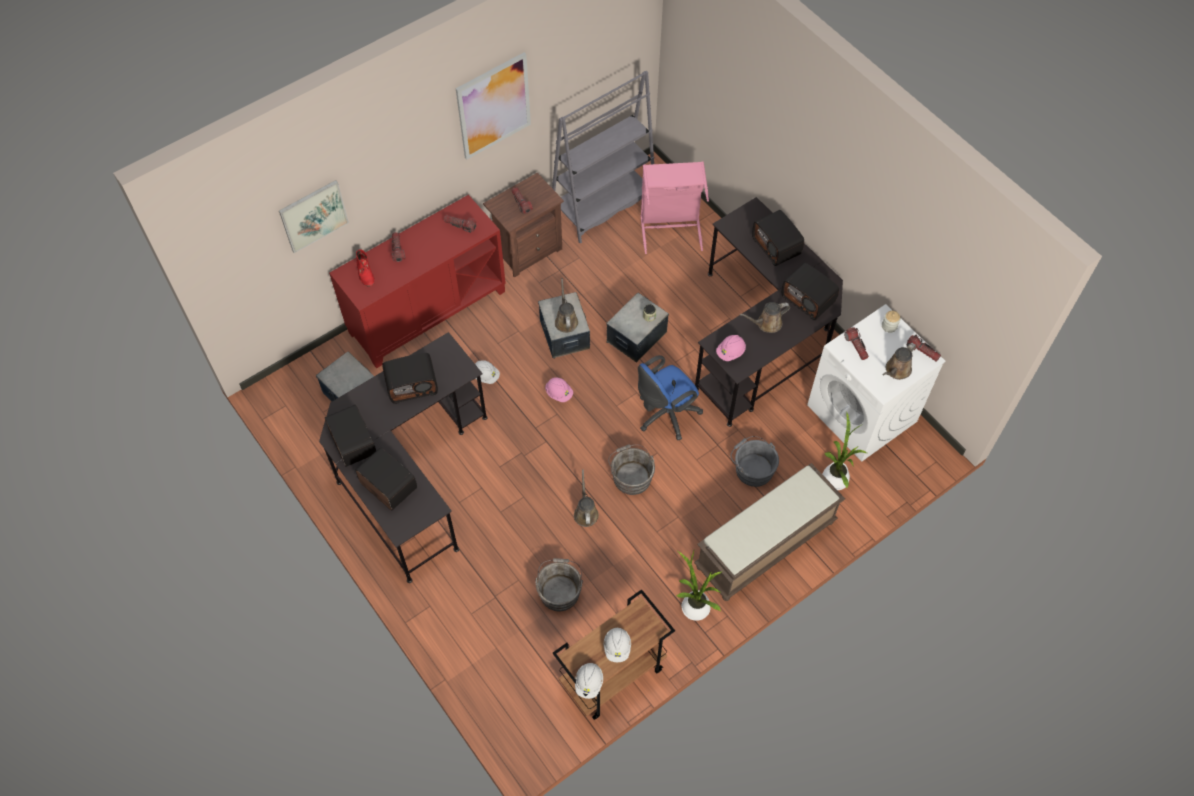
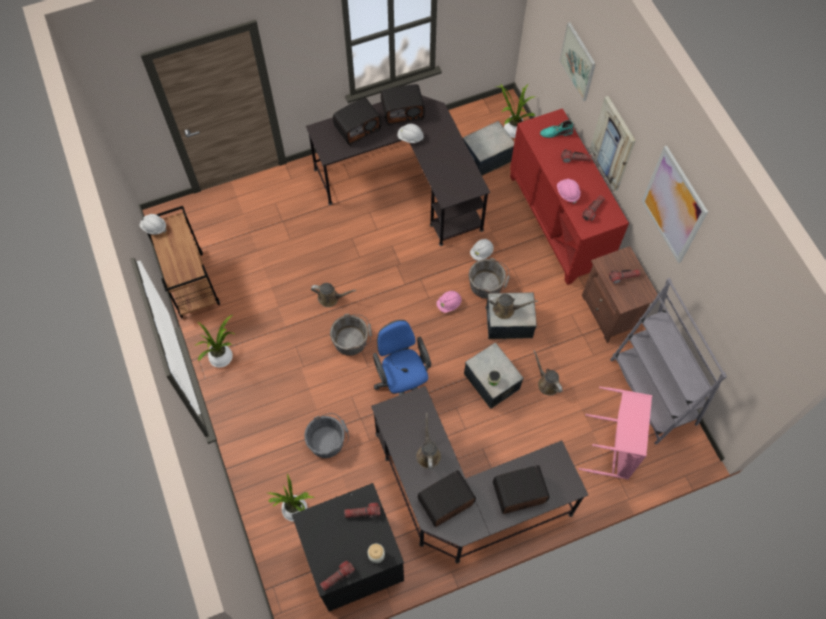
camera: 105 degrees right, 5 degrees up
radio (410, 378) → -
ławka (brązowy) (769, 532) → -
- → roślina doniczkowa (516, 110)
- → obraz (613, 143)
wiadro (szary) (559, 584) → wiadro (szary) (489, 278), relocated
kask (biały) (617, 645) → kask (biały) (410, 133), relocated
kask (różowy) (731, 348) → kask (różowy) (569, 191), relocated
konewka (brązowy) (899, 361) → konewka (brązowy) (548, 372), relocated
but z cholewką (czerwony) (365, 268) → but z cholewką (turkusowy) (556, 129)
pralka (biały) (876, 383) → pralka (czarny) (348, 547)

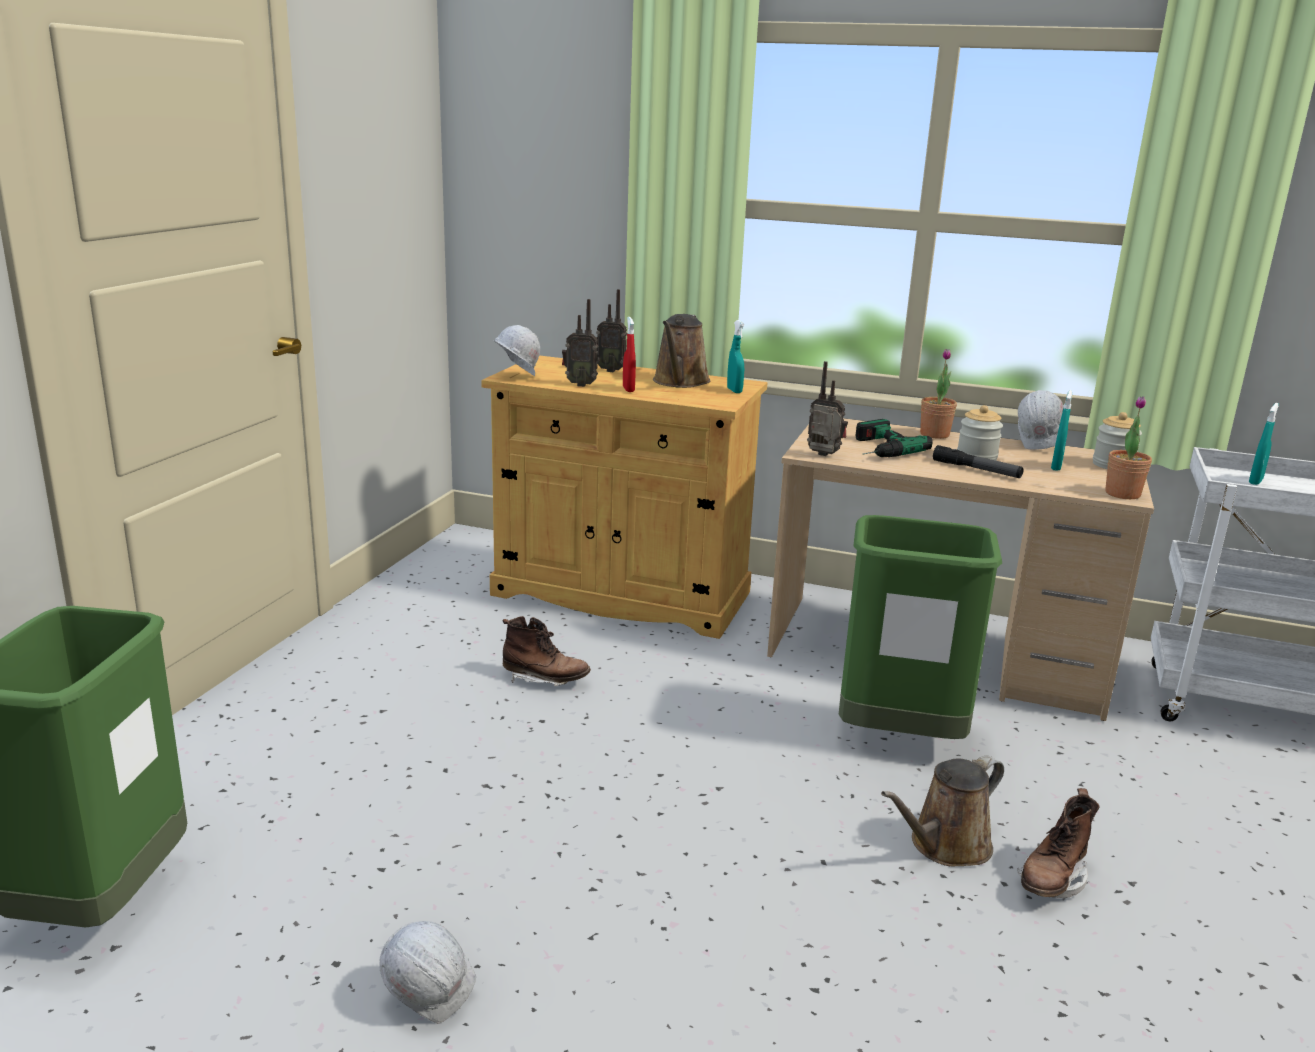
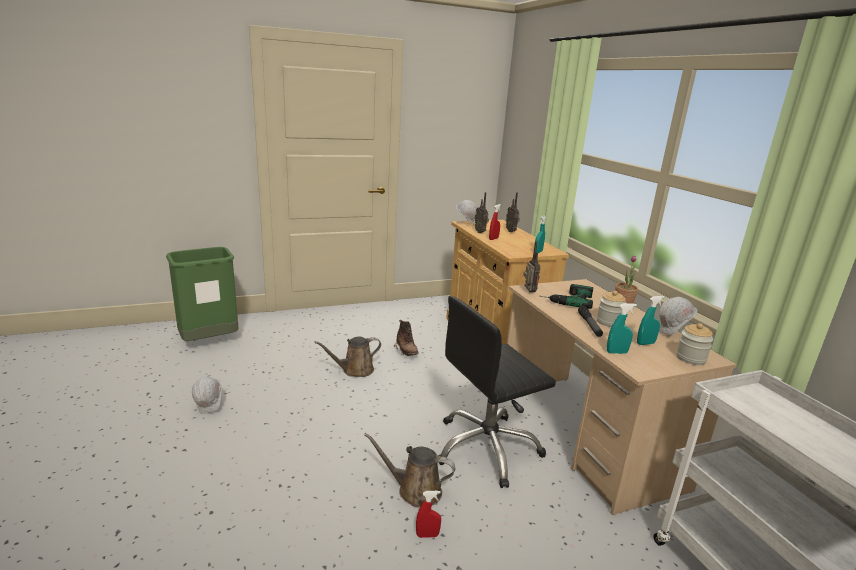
camera: 50 degrees right, 0 degrees up
roślina doniczkowa (1128, 447) → -
konewka (brązowy) (681, 351) → konewka (brązowy) (348, 357), relocated
spryskiwacz (turkusowy) (1264, 444) → spryskiwacz (turkusowy) (622, 328), relocated
kosz na śmieci (zielony) (920, 627) → krzesło biurowe (czarny) (497, 392)
but z cholewką (brązowy) (1058, 843) → spryskiwacz (czerwony) (428, 514)

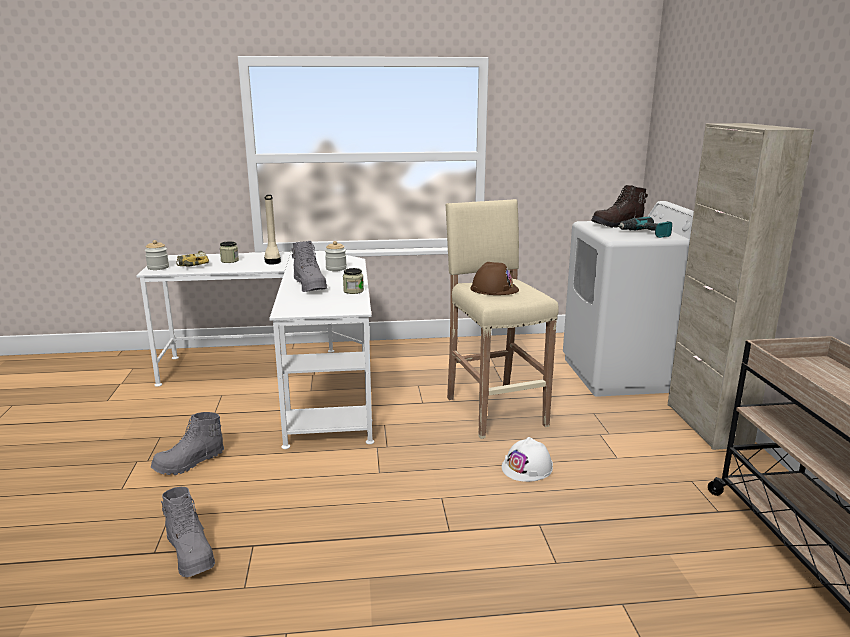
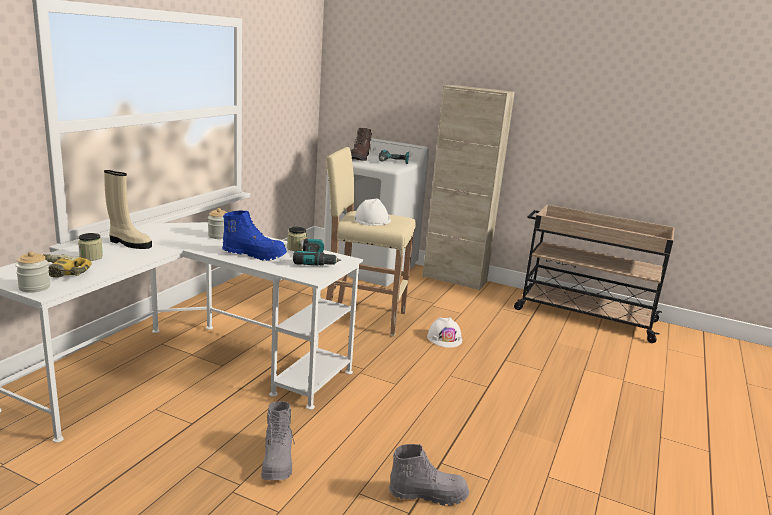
camera: 60 degrees left, 0 degrees up
- → wiertarka (317, 252)
but z cholewką (szary) (309, 266) → but z cholewką (niebieski) (254, 235)
kask (brązowy) (494, 278) → kask (biały) (372, 212)

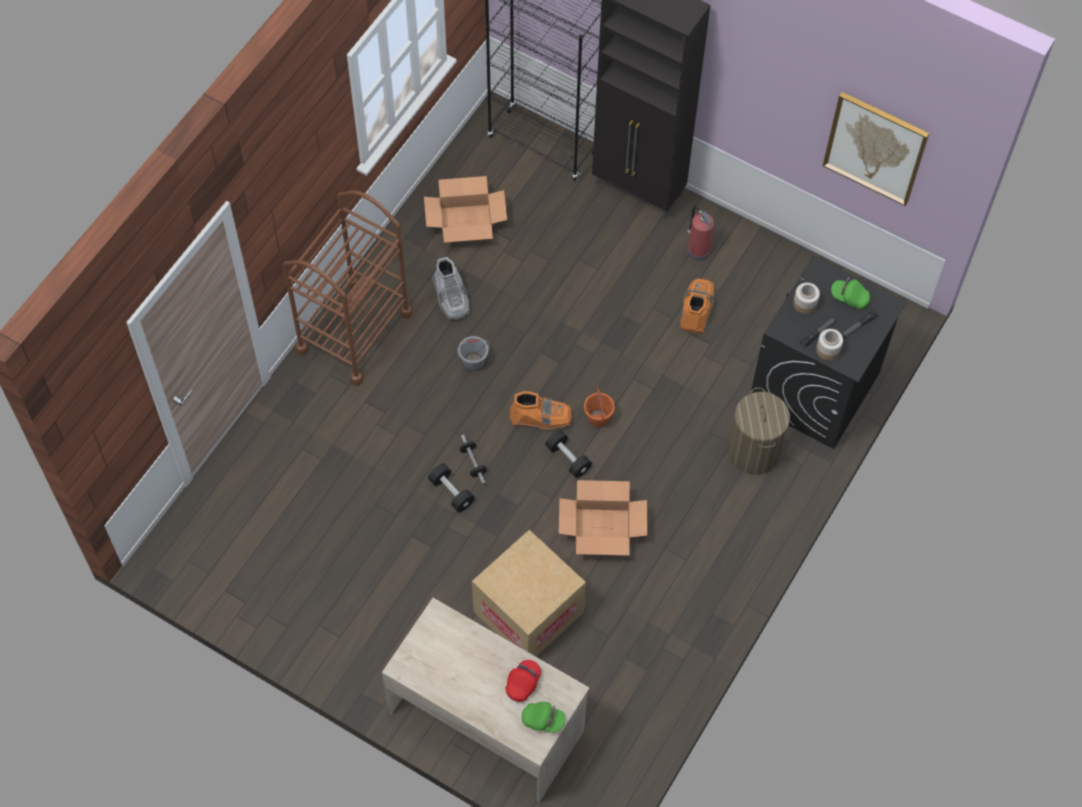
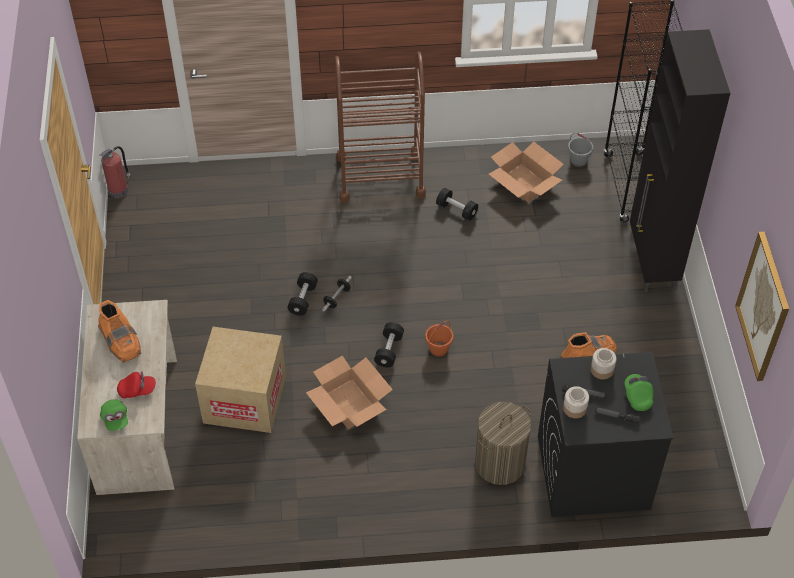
camera: 55 degrees right, 10 degrees down
wiadro (szary) (473, 353) → wiadro (szary) (580, 150), relocated
but z cholewką (pomarańczowy) (541, 410) → but z cholewką (pomarańczowy) (119, 331), relocated
gaśnica (701, 233) → gaśnica (114, 172), relocated
but z cholewką (szary) (450, 289) → hantel (czarny) (457, 204)

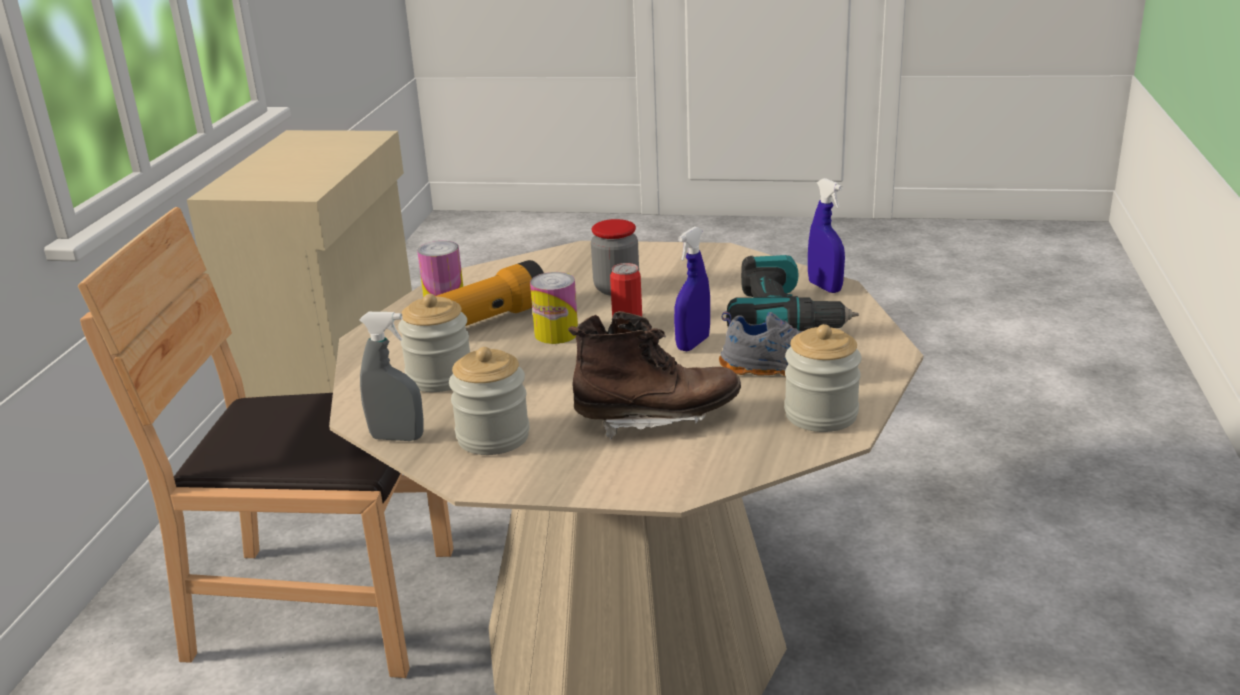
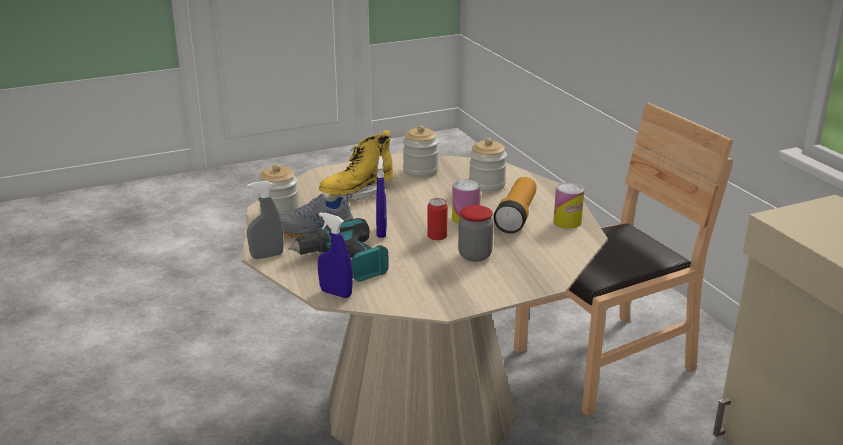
camera: 145 degrees right, 0 degrees up
spryskiwacz (szary) (391, 376) → spryskiwacz (szary) (265, 220), relocated
but z cholewką (brązowy) (654, 375) → but z cholewką (żółty) (356, 165)

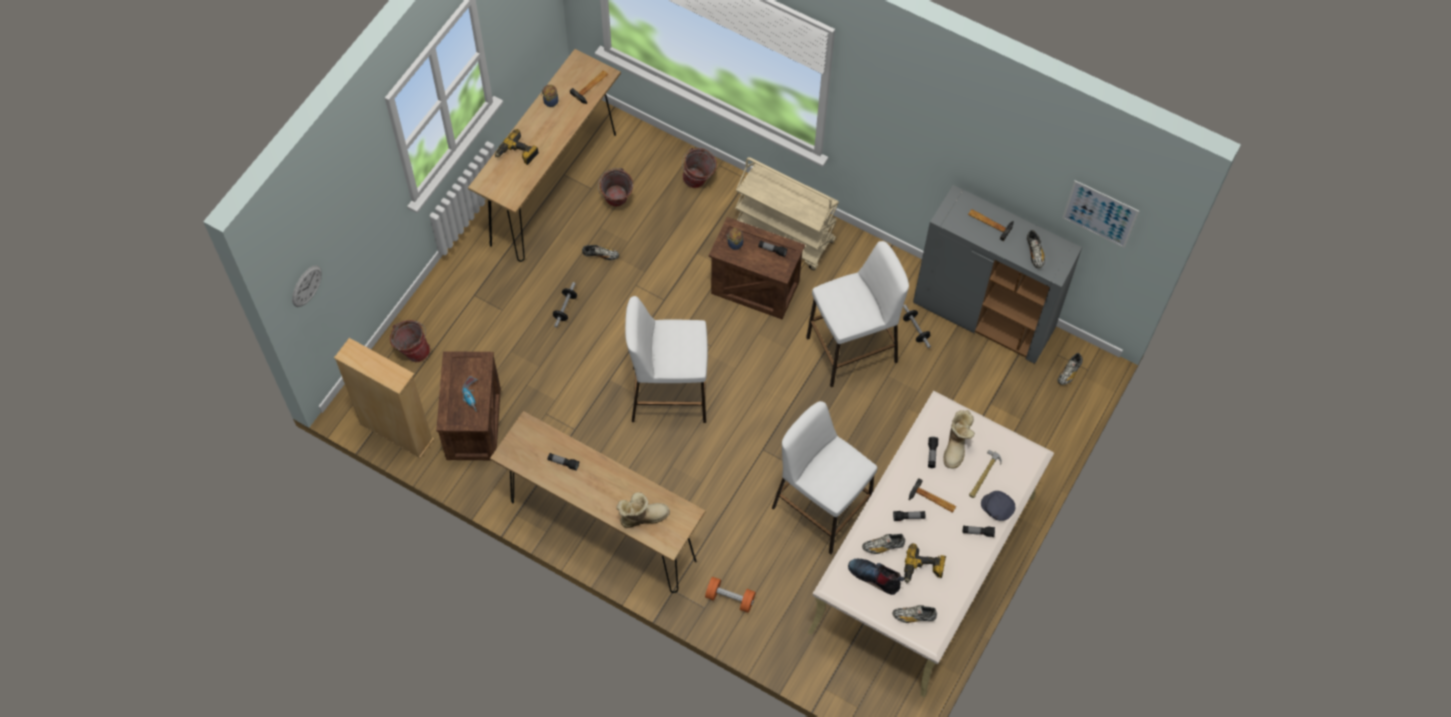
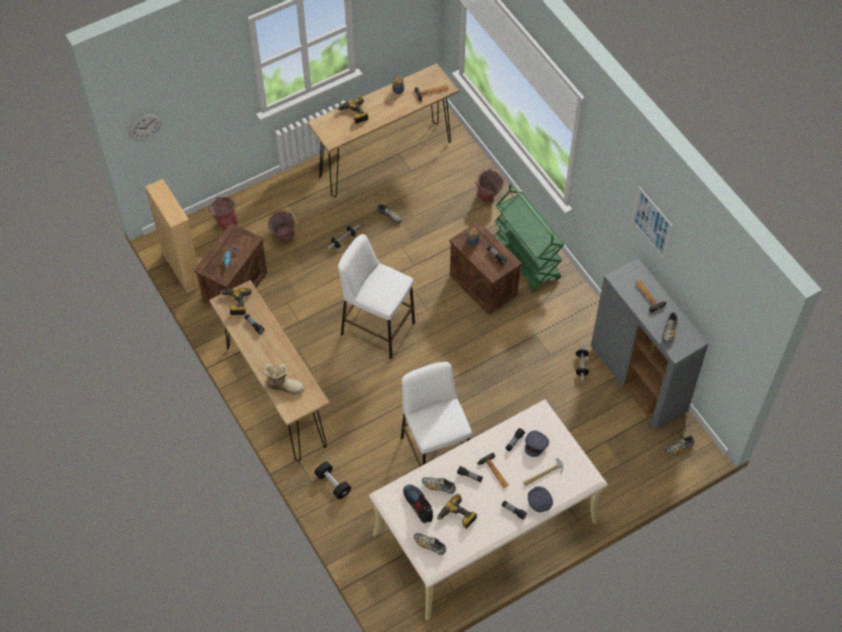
camera: 30 degrees right, 5 degrees down
stołek (biały) (857, 314) → -
- → wiertarka (236, 301)
wiadro (615, 187) → wiadro (281, 226), relocated
obraz (1100, 214) → obraz (652, 222), relocated
but z cholewką (959, 439) → czapka z daszkiem (szary) (537, 444)
hantel (pomarańczowy) (730, 595) → hantel (czarny) (333, 480)
wózek (beżowy) (787, 213) → wózek (zielony) (529, 237)

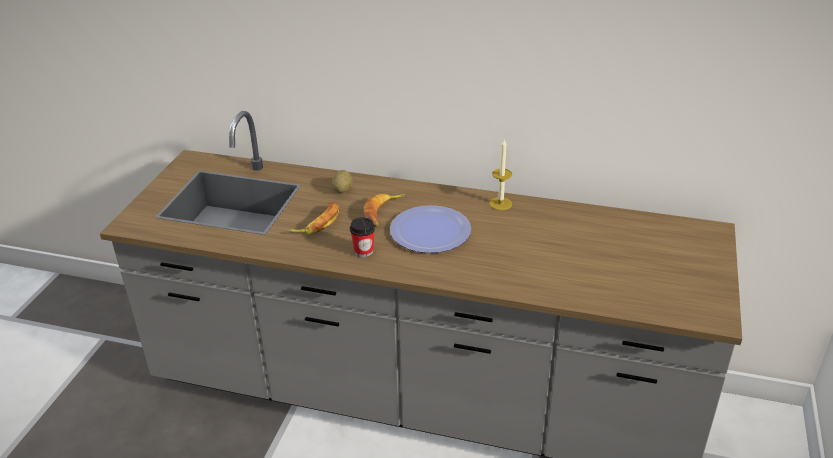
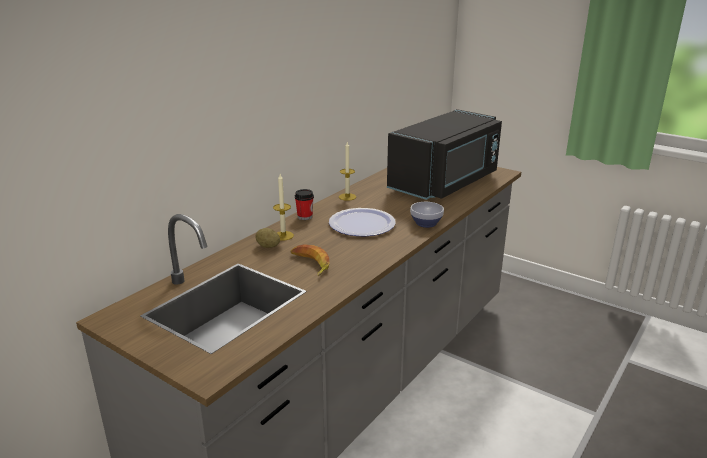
camera: 70 degrees left, 10 degrees down
banan (384, 210) → -
- → świeca (283, 207)
- → mikrofalówka (czarny) (444, 154)
- → miska (427, 215)
filiżanka (362, 237) → filiżanka (304, 204), relocated

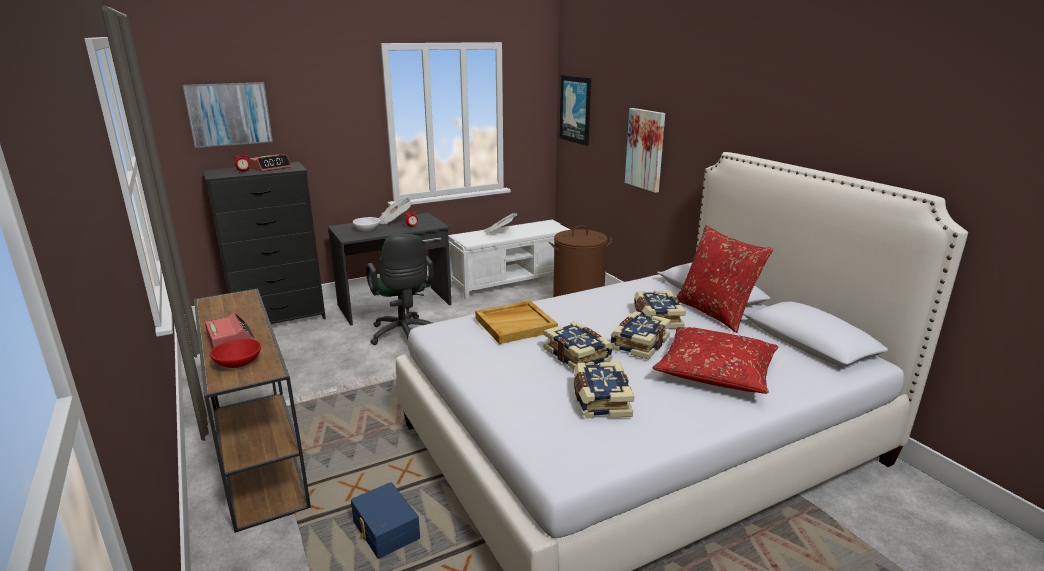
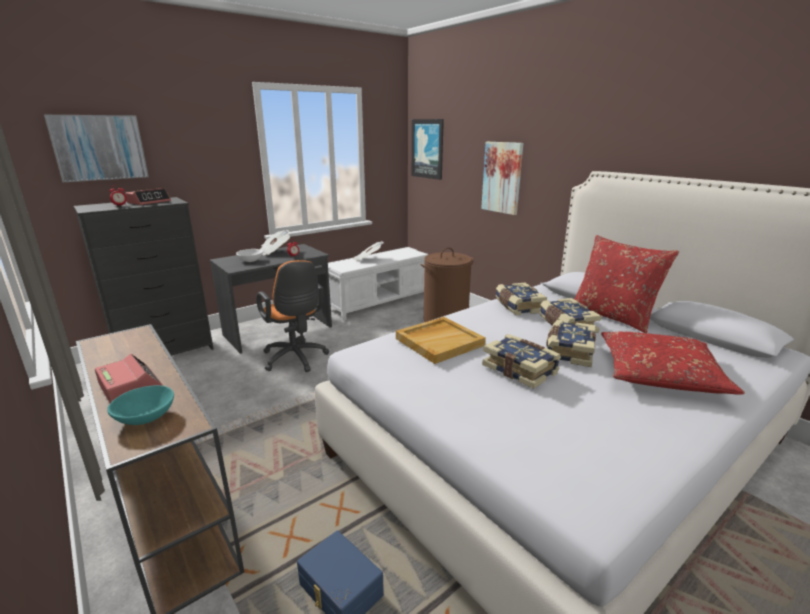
camera: 10 degrees left, 0 degrees up
książka (604, 390) → książka (521, 299), relocated
miska (czerwony) (235, 353) → miska (turkusowy) (140, 405)
krzesło biurowe (zielony) (399, 289) → krzesło biurowe (pomarańczowy) (292, 316)

